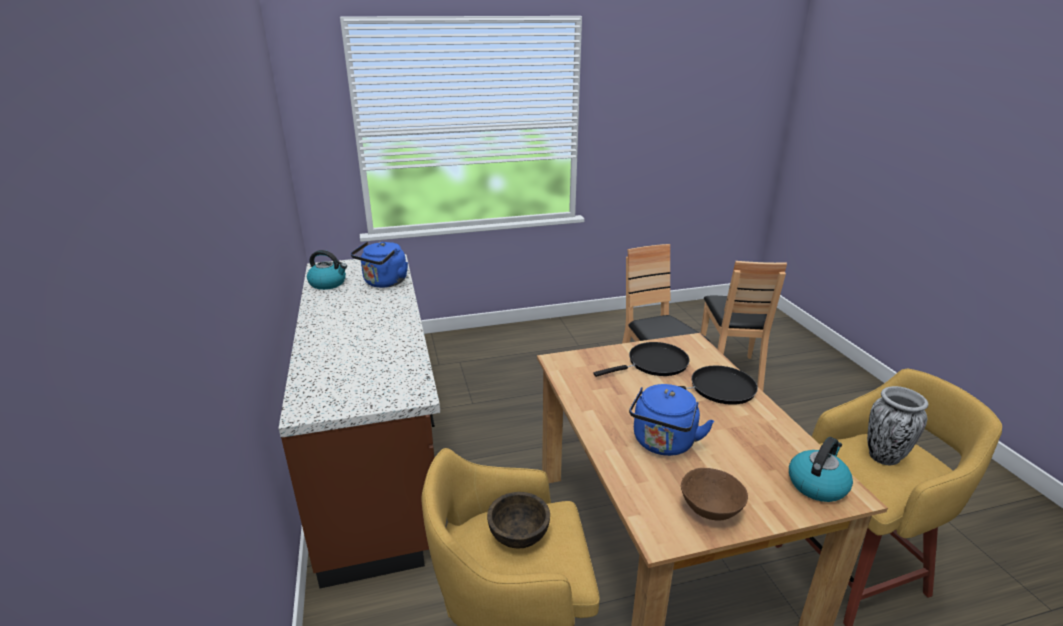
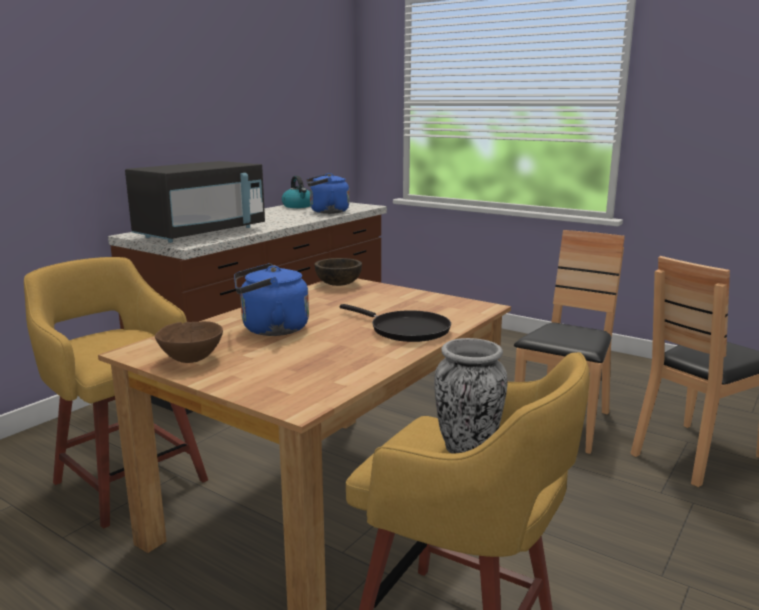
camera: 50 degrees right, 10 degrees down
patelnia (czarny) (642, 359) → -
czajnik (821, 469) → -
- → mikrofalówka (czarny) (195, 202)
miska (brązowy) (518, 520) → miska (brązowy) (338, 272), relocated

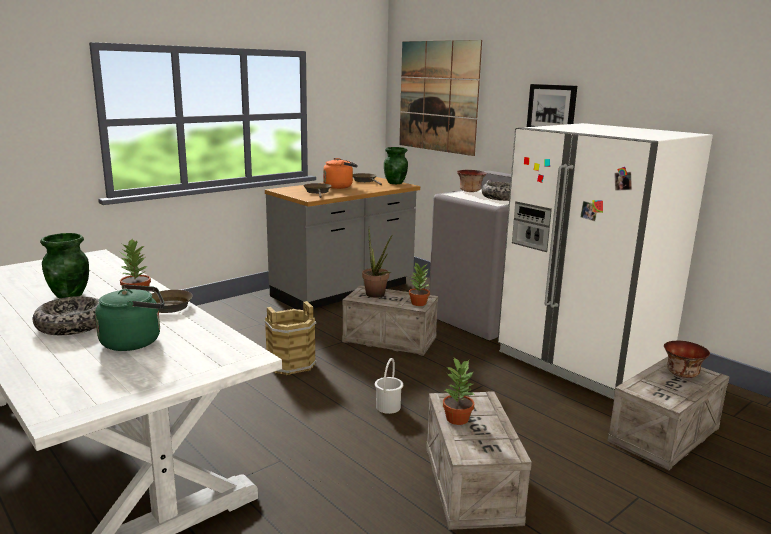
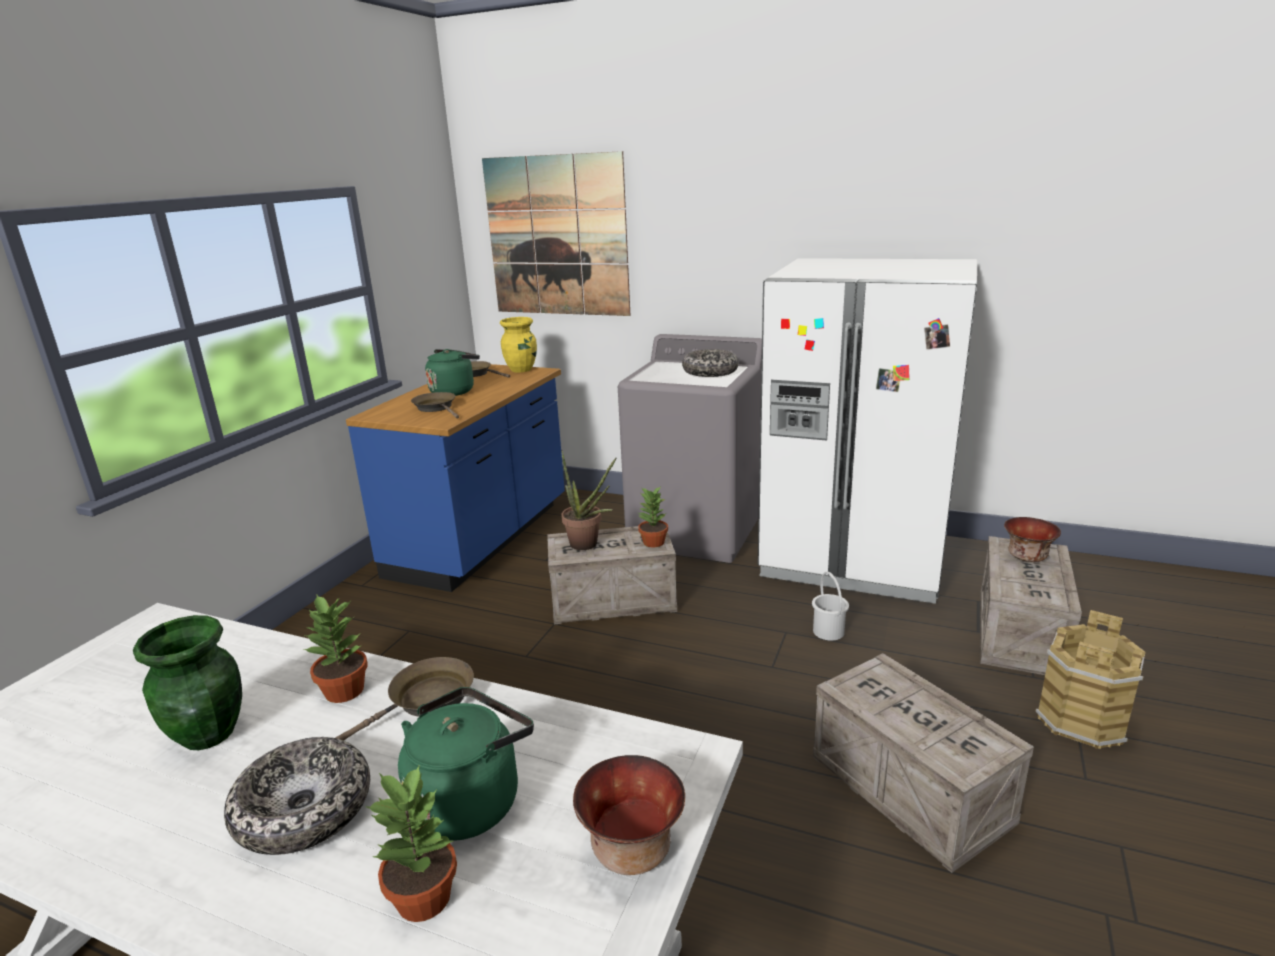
camera: 25 degrees left, 5 degrees up
obraz (552, 105) → -
wiadro (brązowy) (290, 338) → wiadro (brązowy) (1090, 679), relocated
wiadro (biały) (389, 386) → wiadro (biały) (830, 606), relocated
roślina doniczkowa (458, 391) → roślina doniczkowa (411, 843), relocated
miska (472, 181) → miska (629, 815), relocated
zabudowa kuchenna (szary) (342, 243) → zabudowa kuchenna (niebieski) (455, 478)
czajnik (pomarańczowy) (340, 173) → czajnik (zielony) (452, 372)
wazon (zielony) (396, 165) → wazon (żółty) (518, 345)

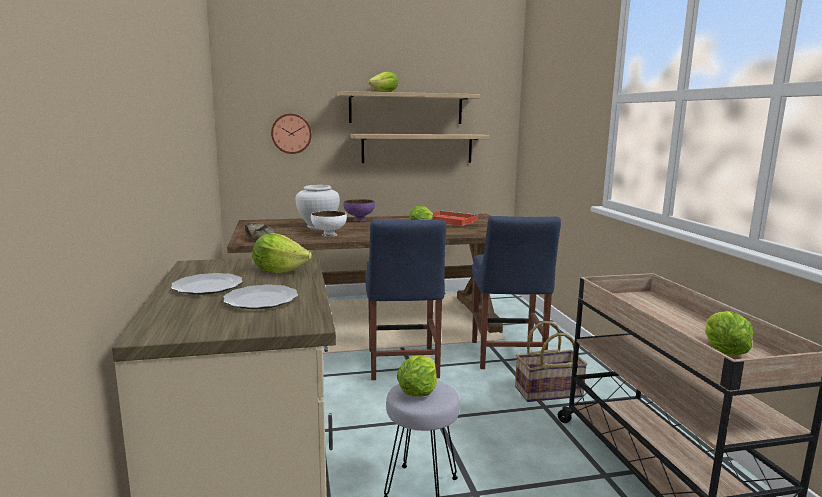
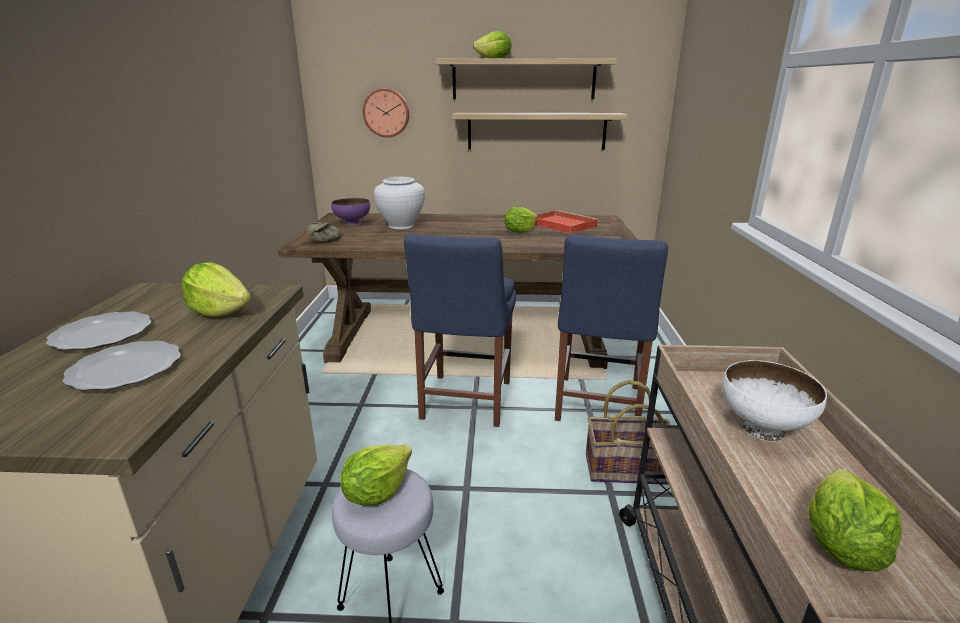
camera: 15 degrees right, 10 degrees up
miska (biały) (329, 224) → miska (biały) (774, 401), relocated
miska (fioletowy) (359, 210) → miska (fioletowy) (350, 212), relocated

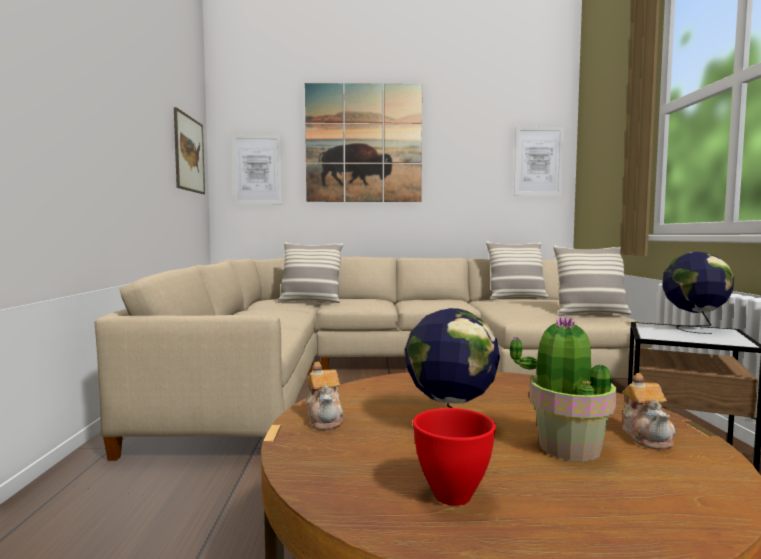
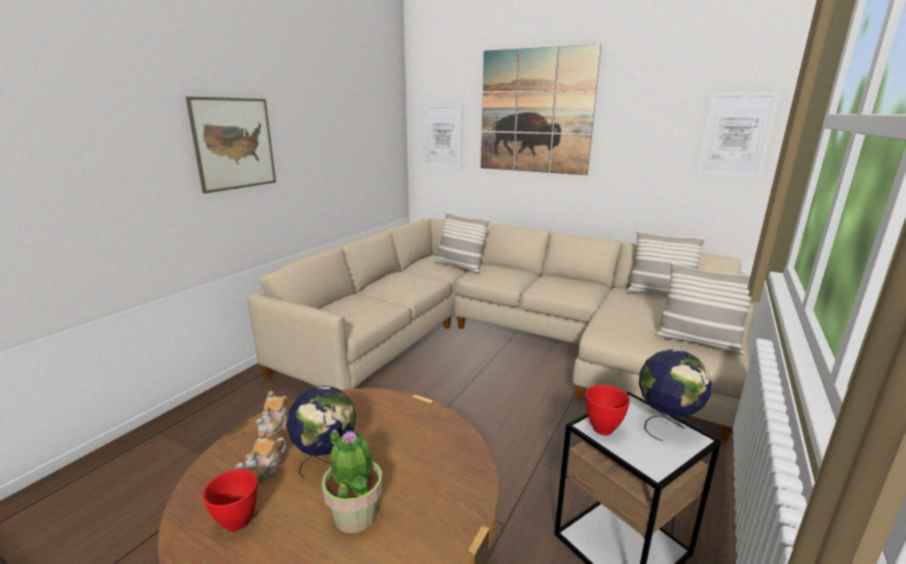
camera: 30 degrees right, 15 degrees up
- → miska (czerwony) (608, 410)
obraz (189, 150) → obraz (231, 145), relocated
imbryk (649, 411) → imbryk (260, 457), relocated

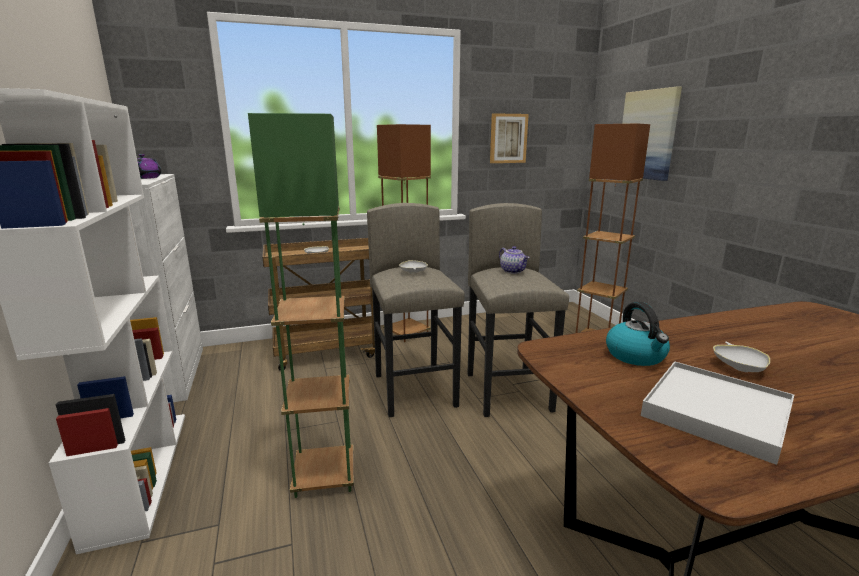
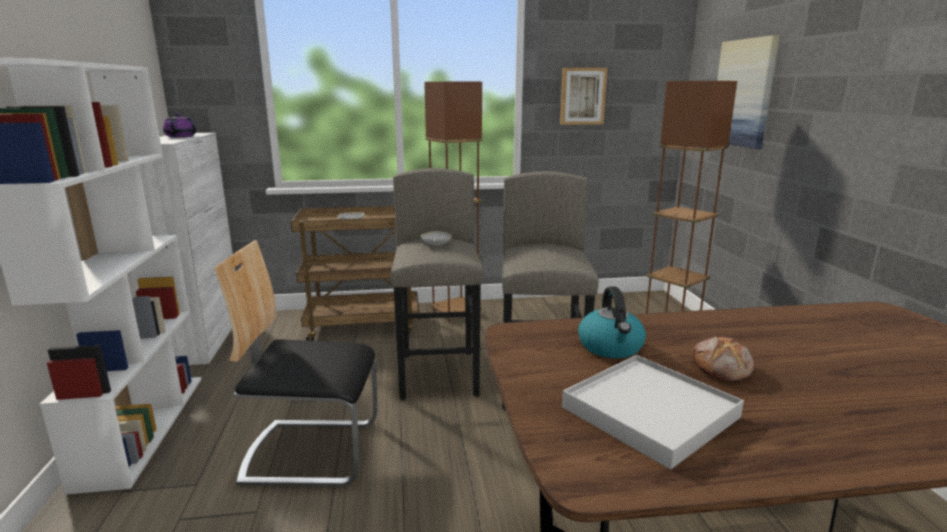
camera: 10 degrees right, 0 degrees up
imbryk (514, 260) → -
lampa stojąca (zielony) (301, 305) → krzesło (295, 363)
miska (biały) (741, 357) → chleb (723, 358)

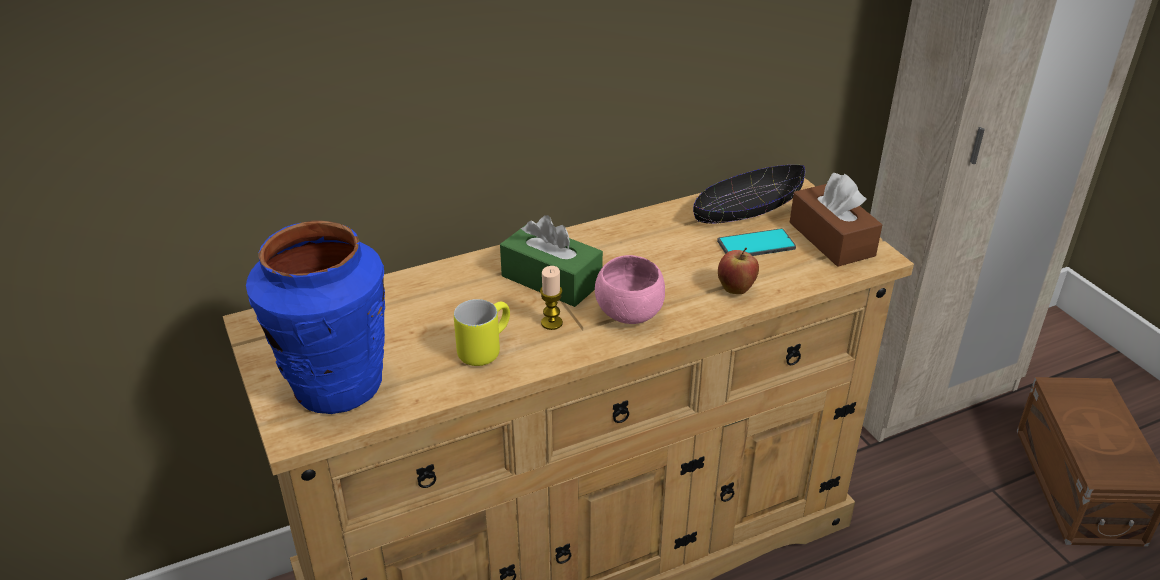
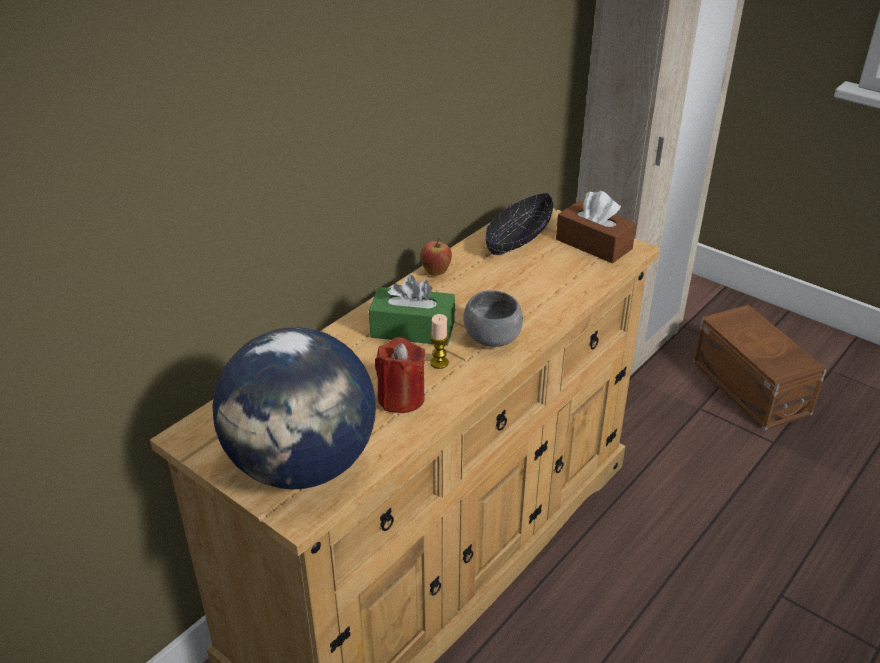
camera: 25 degrees left, 0 degrees up
telefon (756, 242) → -
jabłko (738, 271) → jabłko (436, 256), relocated
wazon (niebieski) (315, 317) → globus (294, 408)
kubek (żółty) (482, 332) → świeca (czerwony) (400, 375)
miska (różowy) (630, 289) → miska (szary) (493, 318)

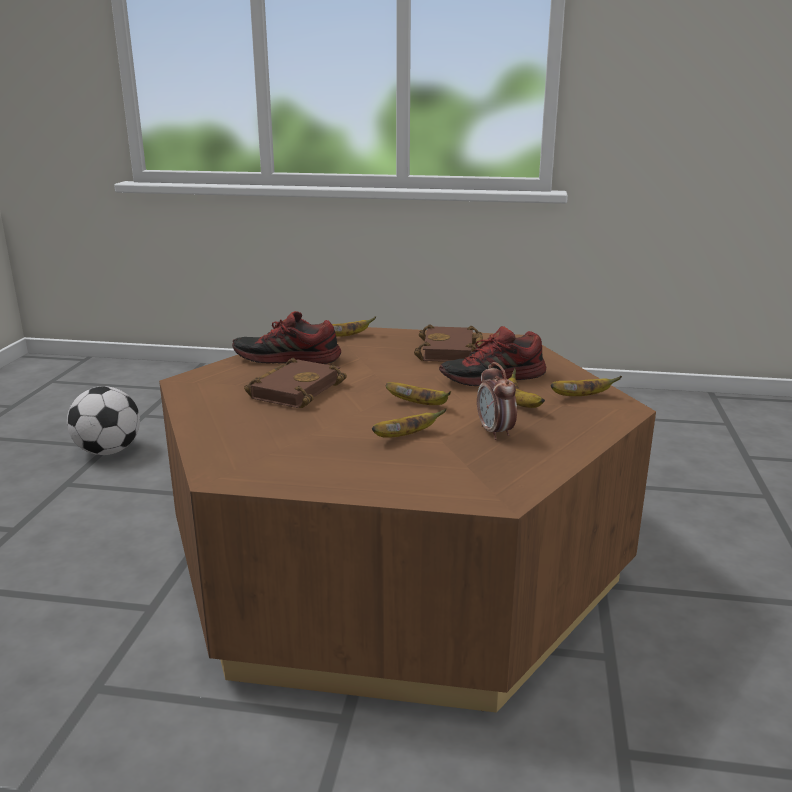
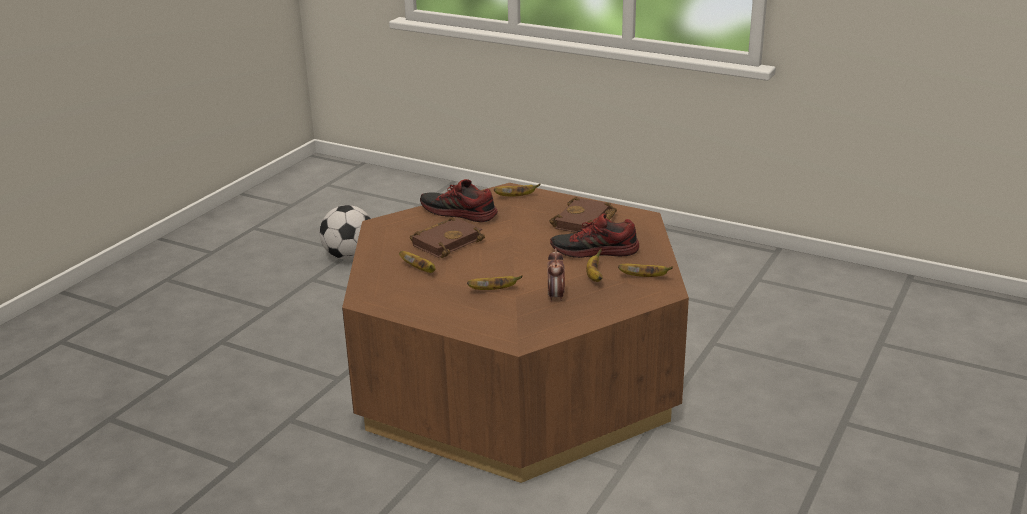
camera: 20 degrees right, 5 degrees up
banan (418, 393) → banan (417, 262), relocated

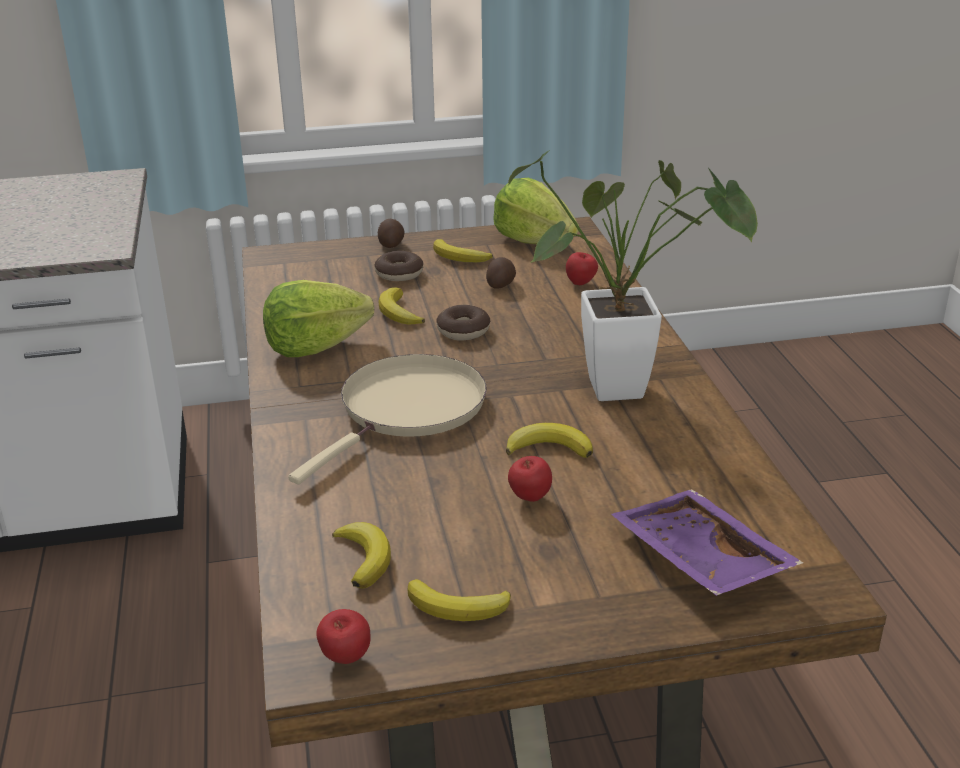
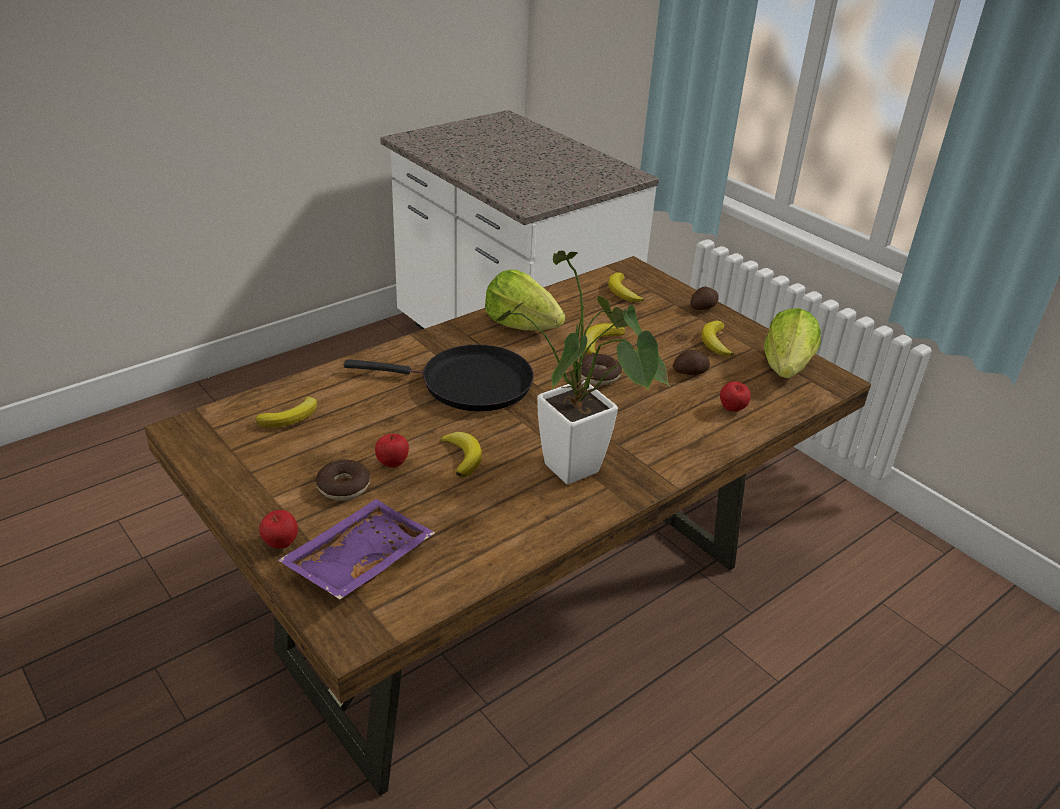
camera: 60 degrees right, 5 degrees up
jabłko (343, 636) → jabłko (278, 529), relocated
donut (399, 266) → donut (343, 480), relocated
banan (459, 600) → banan (626, 287), relocated
patelnia (beżowy) (387, 419) → patelnia (czarny) (439, 377)

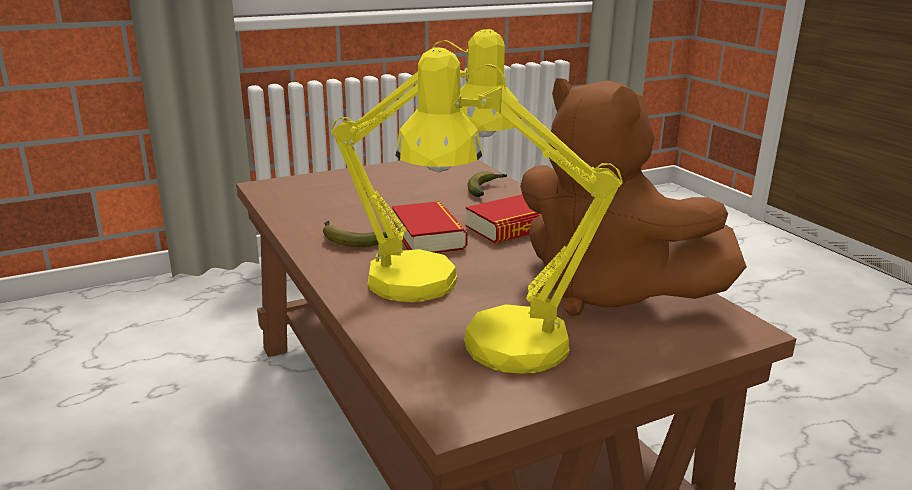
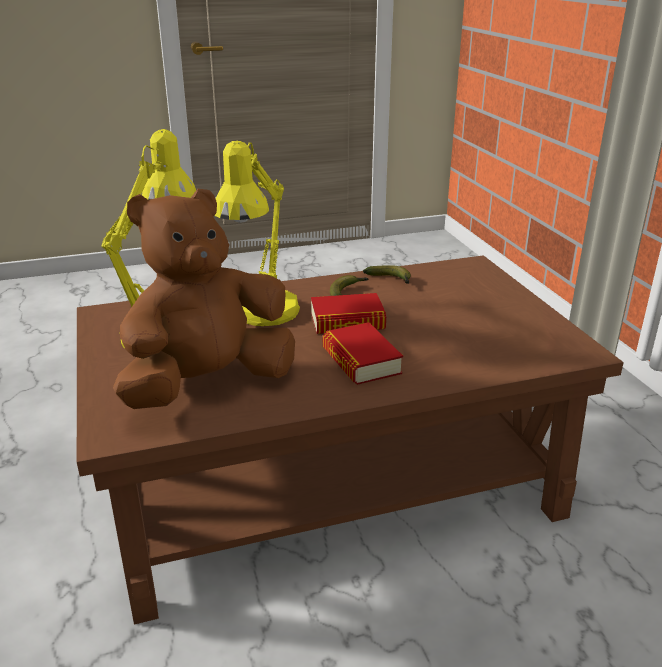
camera: 100 degrees right, 5 degrees up
banan (487, 184) → banan (387, 274), relocated

